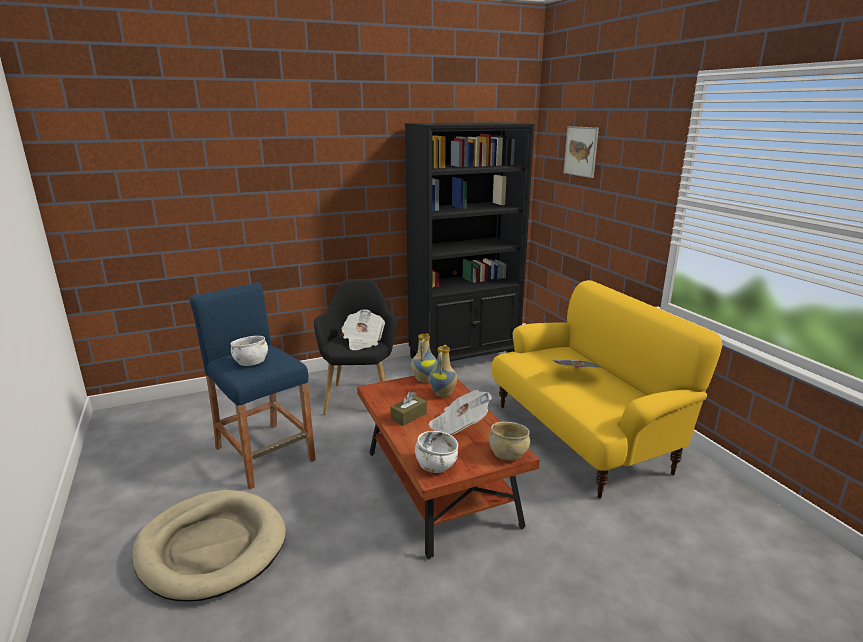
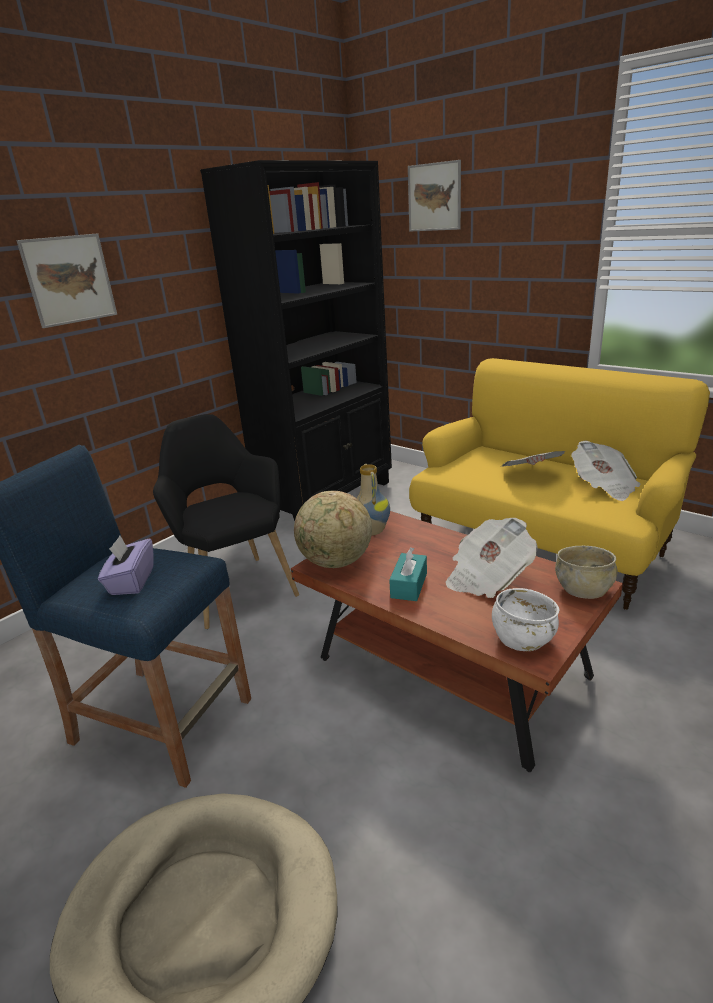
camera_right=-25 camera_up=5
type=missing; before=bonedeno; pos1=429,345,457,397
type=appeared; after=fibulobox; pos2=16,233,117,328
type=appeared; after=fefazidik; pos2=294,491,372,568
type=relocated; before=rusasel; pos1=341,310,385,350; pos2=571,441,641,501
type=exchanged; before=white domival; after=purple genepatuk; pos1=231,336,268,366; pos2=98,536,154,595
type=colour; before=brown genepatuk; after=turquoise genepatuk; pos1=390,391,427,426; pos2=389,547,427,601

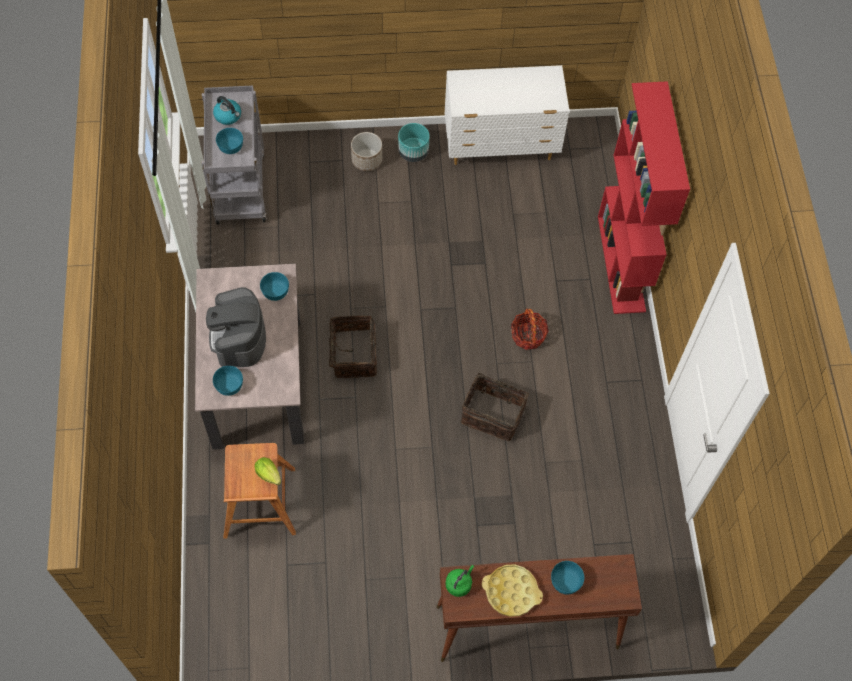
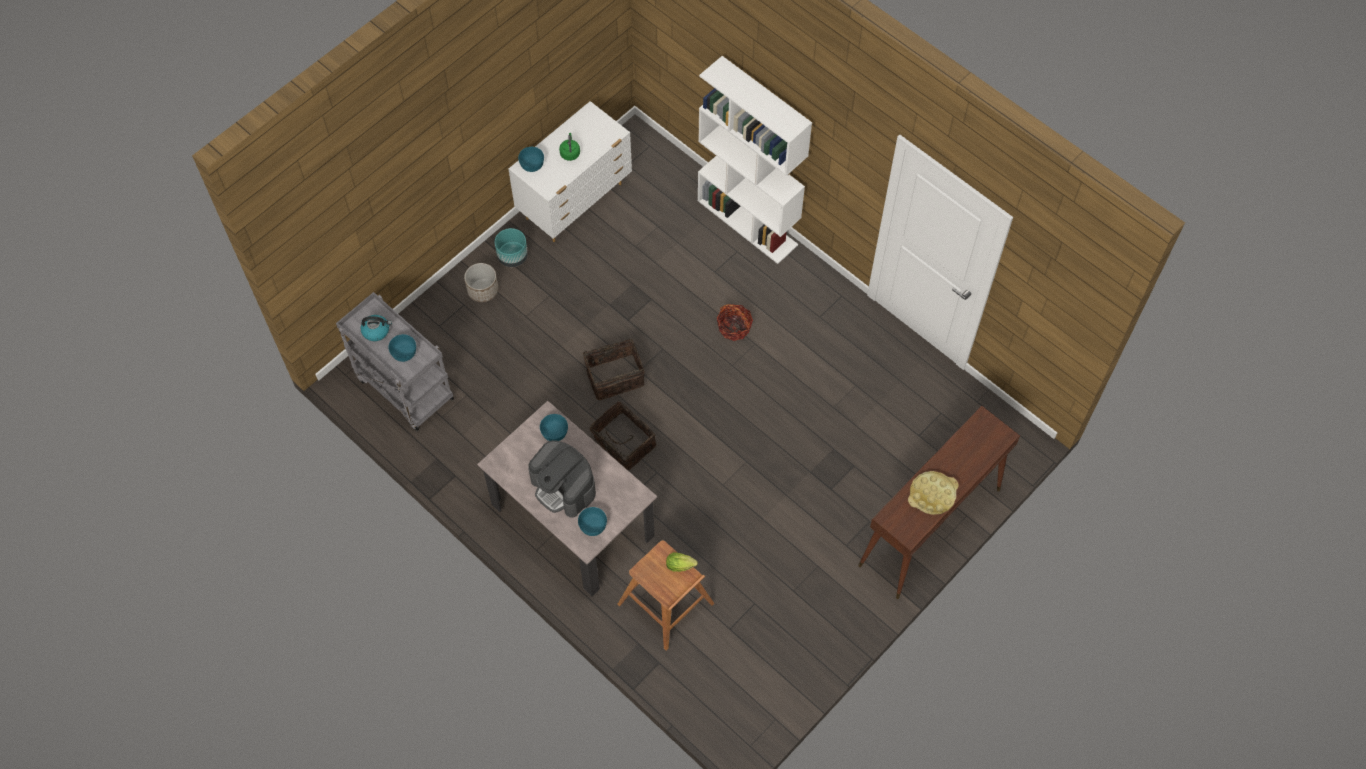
camera_right=-40 camera_up=0
type=relocated; before=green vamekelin; pos1=445,565,474,597; pos2=559,133,580,161
type=relocated; before=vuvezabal; pos1=461,366,529,441; pos2=583,339,645,400
type=relocated; before=turquoise domival; pos1=551,561,584,594; pos2=518,147,544,172
type=colour; before=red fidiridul; after=white fidiridul; pos1=598,81,690,314; pos2=698,56,812,264

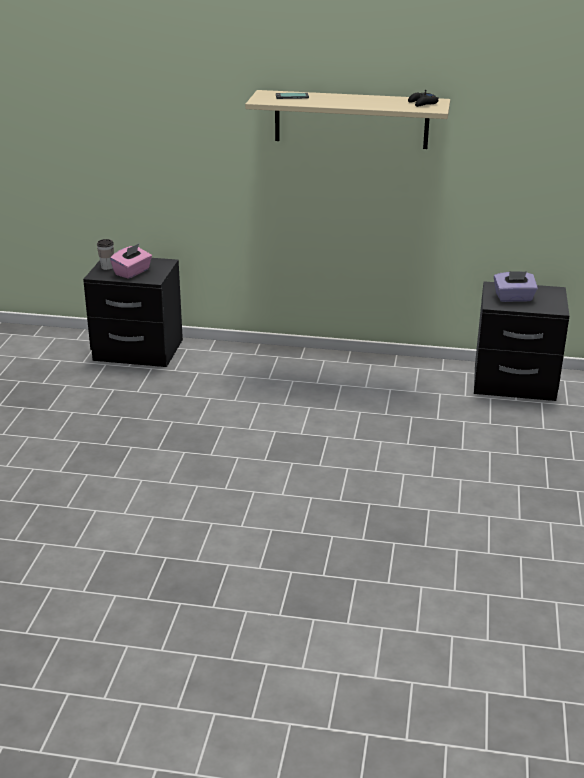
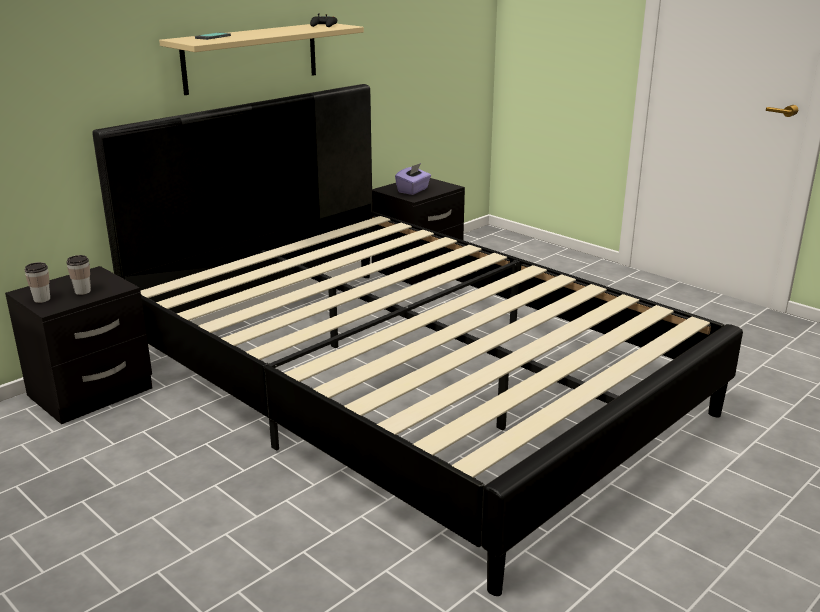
camera_right=-55 camera_up=-5
type=appeared; after=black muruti; pos2=92,84,743,596
type=exchanged; before=pink genepatuk; after=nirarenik; pos1=110,244,152,279; pos2=67,255,91,295

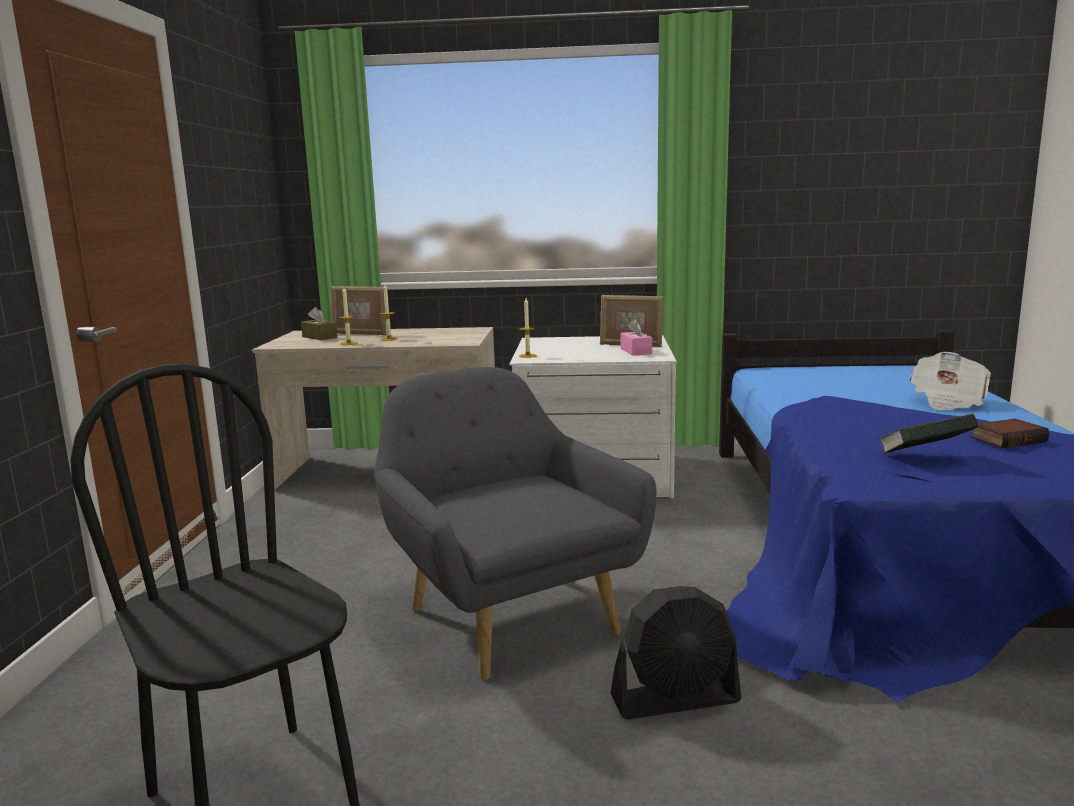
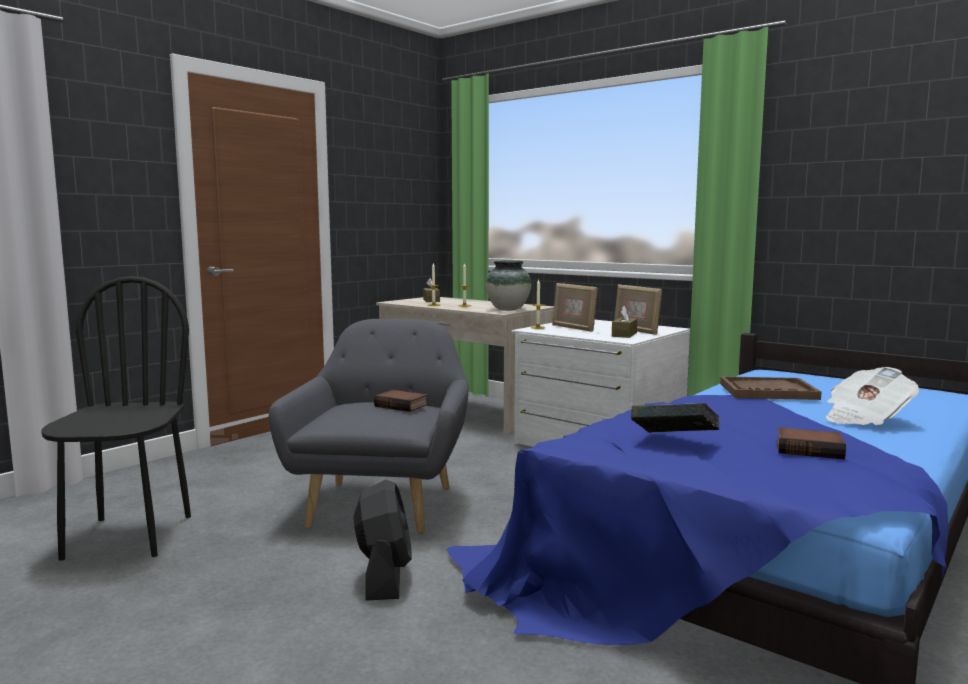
camera_right=35 camera_up=-5
type=appeared; after=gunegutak; pos2=374,390,427,412
type=appeared; after=bonedeno; pos2=485,261,531,311
type=appeared; after=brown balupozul; pos2=720,376,821,400
type=relocated; before=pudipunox; pos1=331,286,387,335; pos2=552,283,598,332
type=colour; before=pink genepatuk; after=brown genepatuk; pos1=620,319,652,356; pos2=612,306,637,338
type=spun; before=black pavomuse; pos1=611,586,741,719; pos2=353,480,412,601; turn=-120

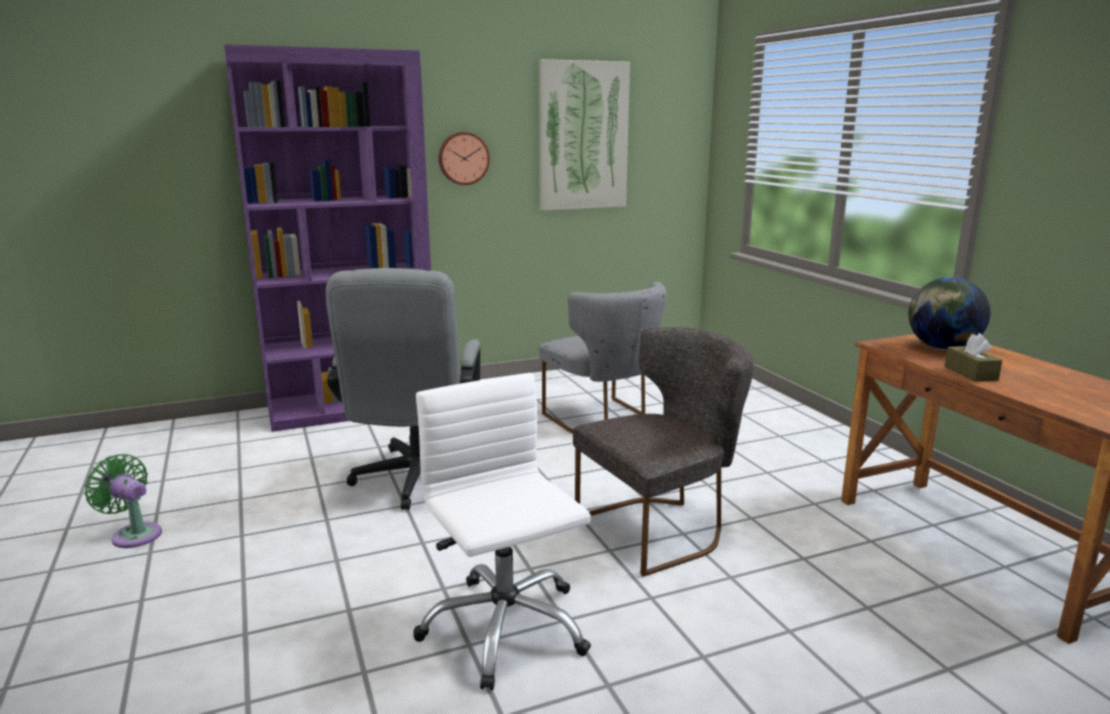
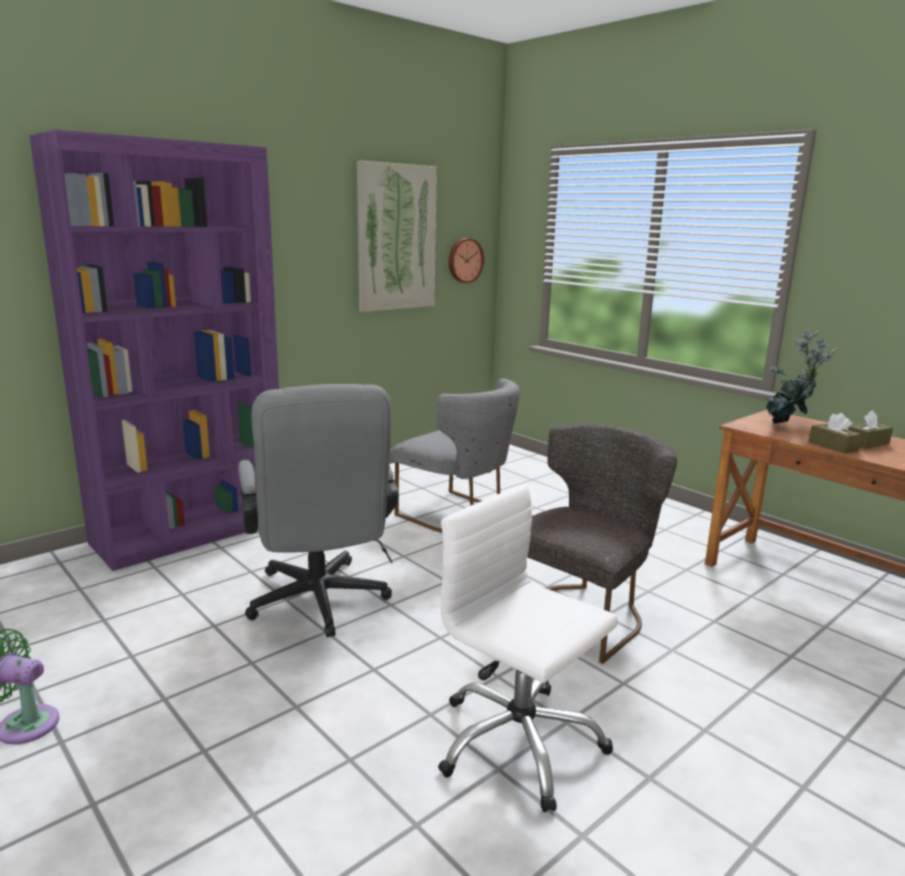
camera_right=-20 camera_up=0
type=appeared; after=brown genepatuk; pos2=848,410,893,449
type=relocated; before=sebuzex; pos1=438,132,490,185; pos2=449,238,484,283
type=exchanged; before=fefazidik; after=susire; pos1=908,277,990,350; pos2=766,327,837,424

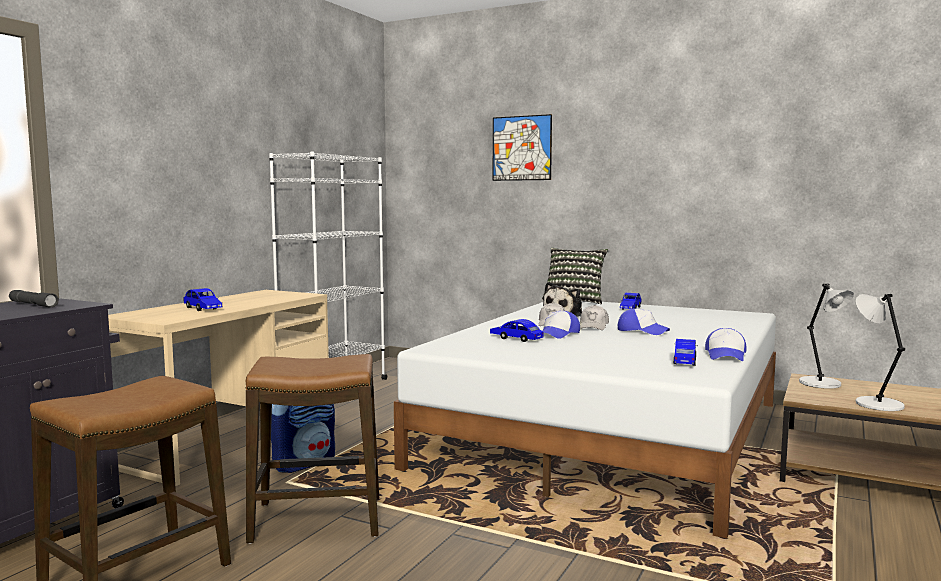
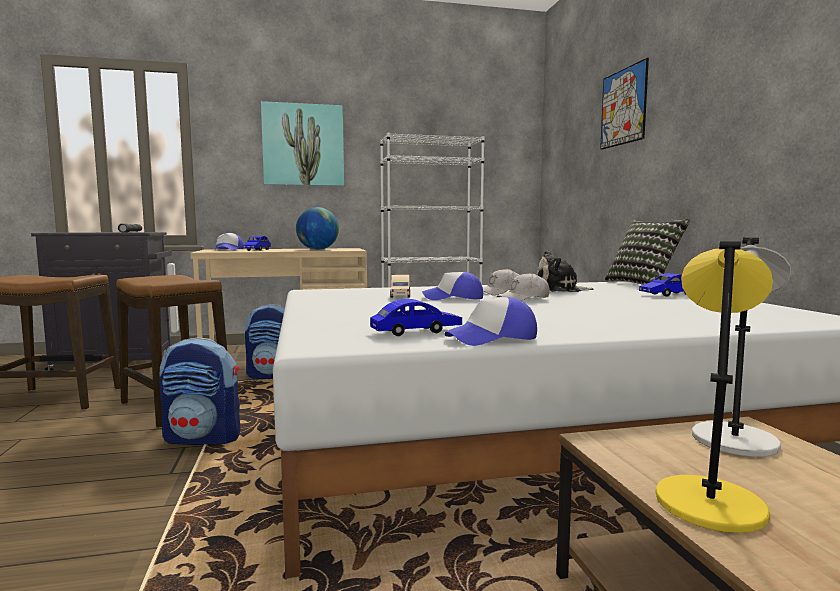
camera_right=50 camera_up=0
type=appeared; after=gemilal; pos2=159,337,240,445
type=appeared; after=fibulobox; pos2=261,101,344,186
type=appeared; after=fefazidik; pos2=296,207,339,250
type=relocated; before=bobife; pos1=618,309,670,335; pos2=216,233,244,250
type=colour; before=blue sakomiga; after=beige sakomiga; pos1=490,319,543,342; pos2=390,275,411,298
type=colour; before=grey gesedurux; after=yellow gesedurux; pos1=856,294,905,411; pos2=656,241,773,533

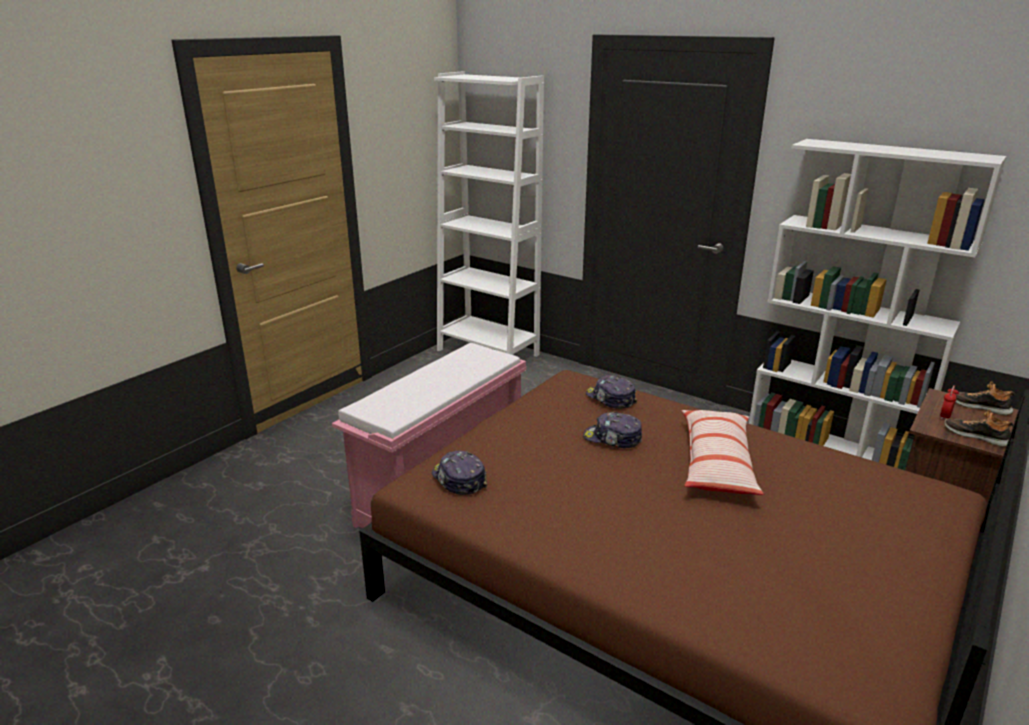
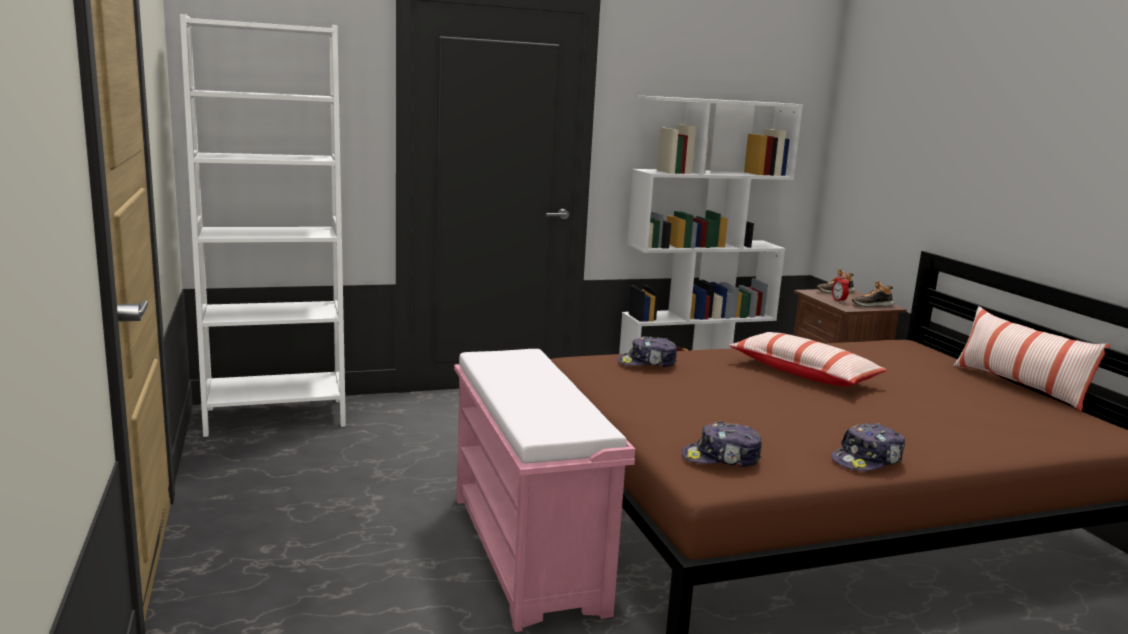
camera_right=-55 camera_up=-10
type=appeared; after=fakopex; pos2=953,306,1110,412
type=relocated; before=bobife; pos1=583,412,642,448; pos2=831,423,905,471

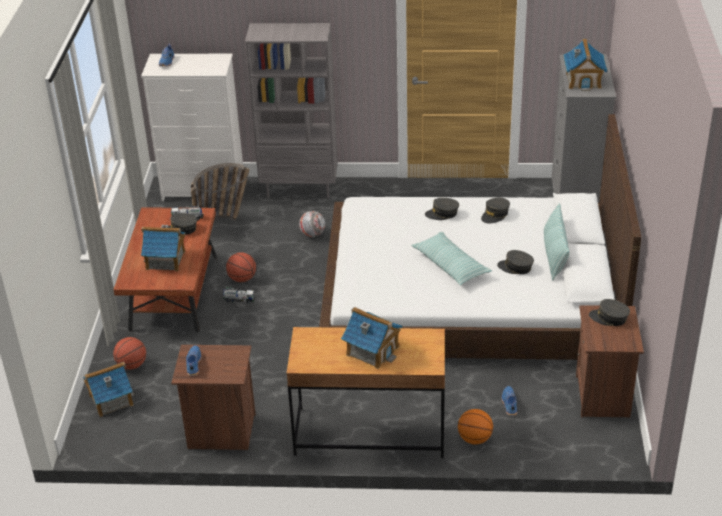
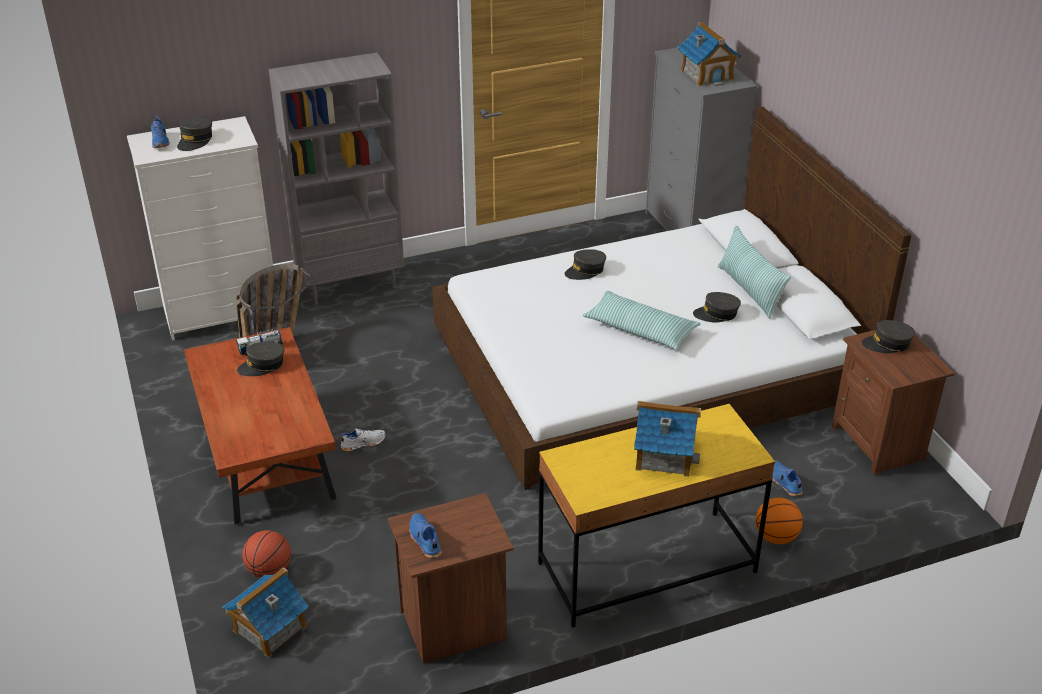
camera_right=-25 camera_up=0
type=missing; before=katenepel; pos1=141,225,185,271
type=missing; before=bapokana; pos1=226,252,256,282
type=missing; before=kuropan; pos1=299,211,325,237
type=relocated; before=grey bobife; pos1=481,198,510,223; pos2=177,117,212,151
type=exchanged; before=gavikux; after=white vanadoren; pos1=223,288,255,303; pos2=341,429,385,451
type=colour; before=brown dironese; after=yellow dironese; pos1=286,327,445,458; pos2=538,404,775,628

